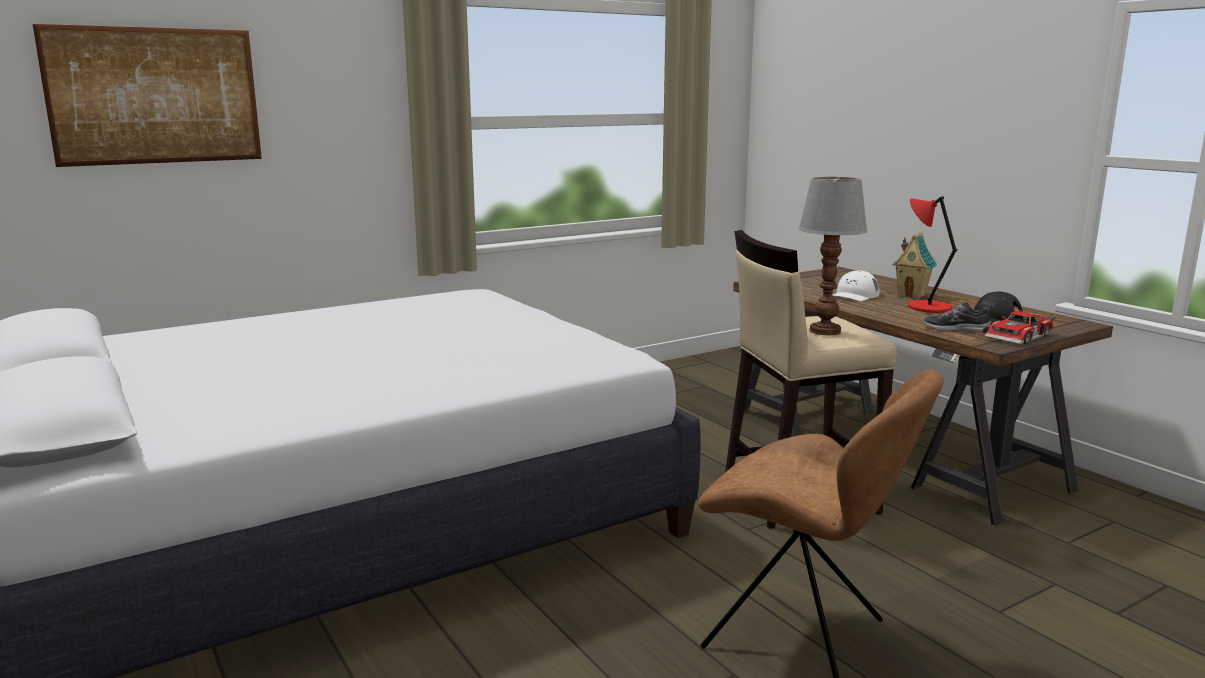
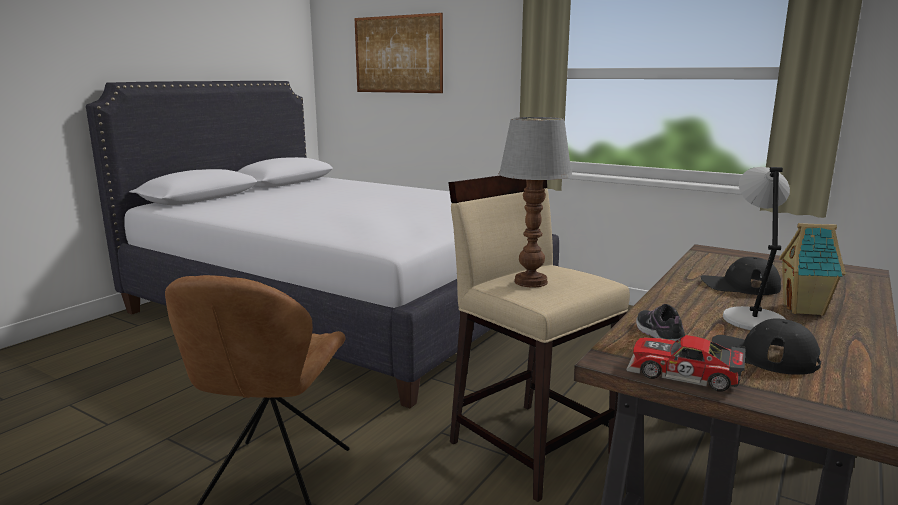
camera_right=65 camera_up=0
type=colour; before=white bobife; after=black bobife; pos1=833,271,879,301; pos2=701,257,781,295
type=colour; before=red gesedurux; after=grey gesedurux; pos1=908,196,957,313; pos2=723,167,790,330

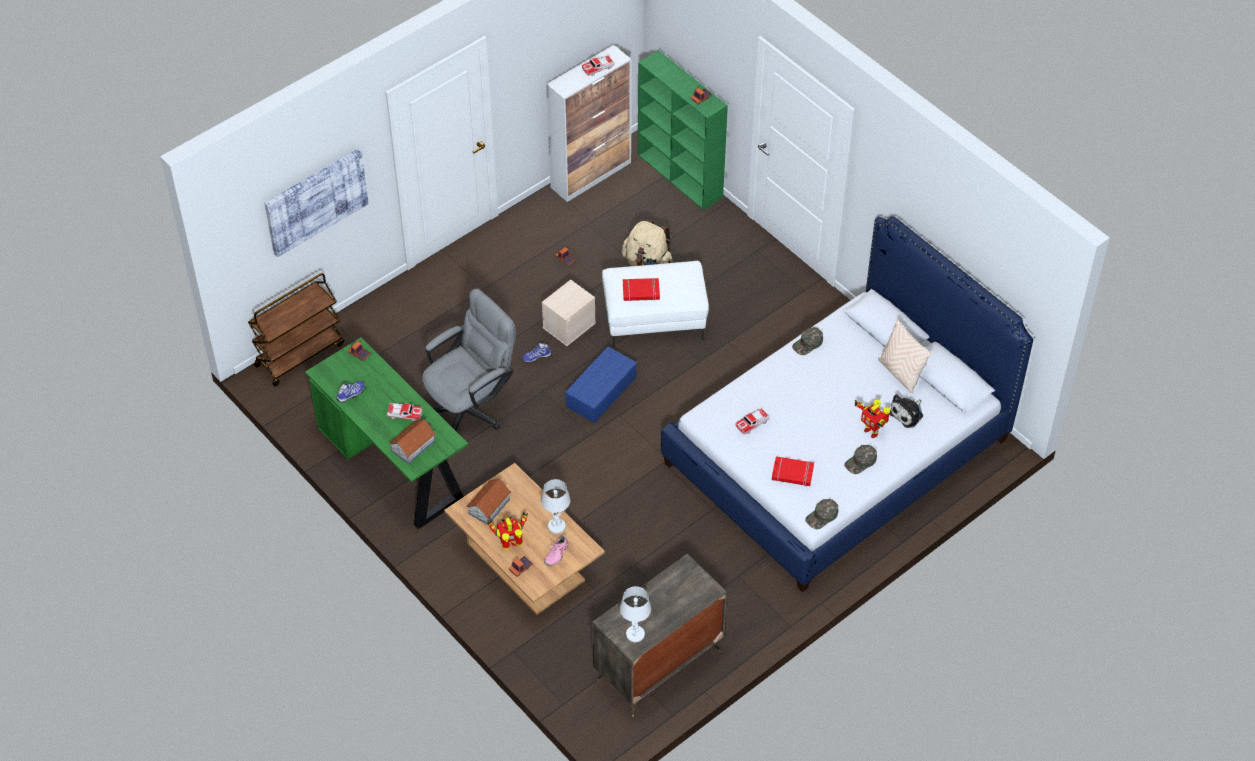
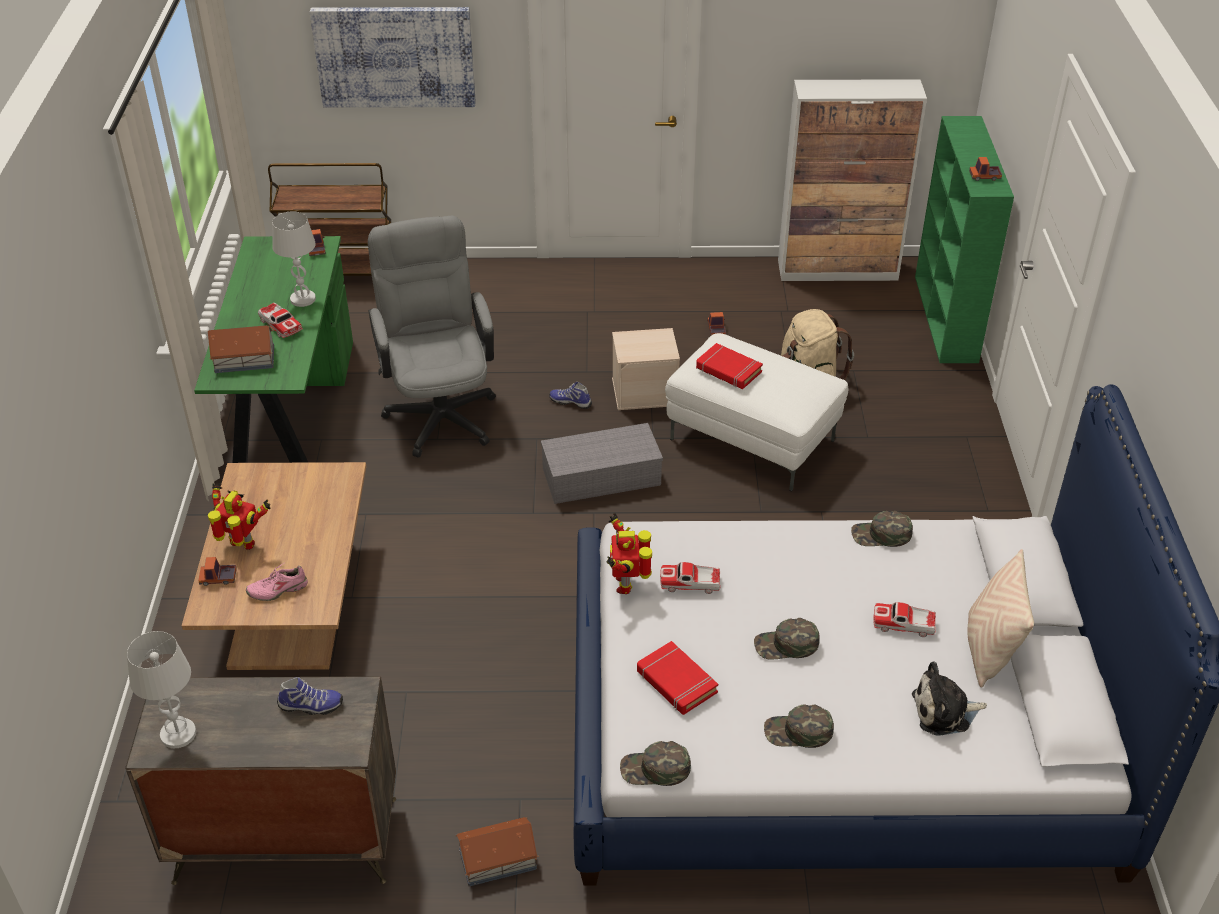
camera_right=40 camera_up=-10
type=appeared; after=green bobife; pos2=754,618,820,660
type=relocated; before=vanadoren; pos1=337,381,365,403; pos2=277,677,343,715
type=relocated; before=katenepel; pos1=466,478,511,525; pos2=456,817,539,887
type=relocated; before=white gesedurux; pos1=541,479,570,534; pos2=272,211,316,307
type=relocated; before=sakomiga; pos1=582,55,614,76; pos2=873,602,936,637
type=relocated; before=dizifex; pos1=855,399,890,438; pos2=606,513,652,594
type=colour; before=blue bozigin; after=grey bozigin; pos1=565,347,637,423; pos2=541,423,663,504
type=spun; before=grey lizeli; pos1=422,289,516,431; pos2=368,216,496,458; turn=-105

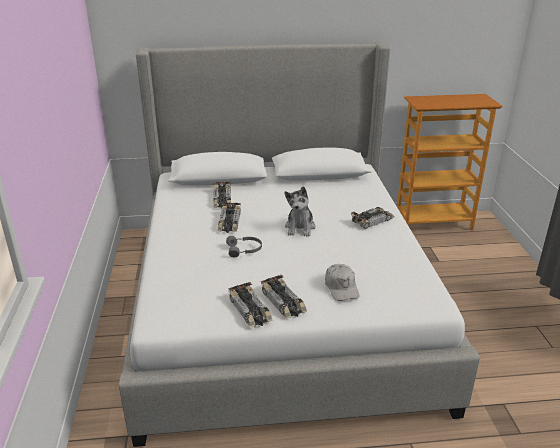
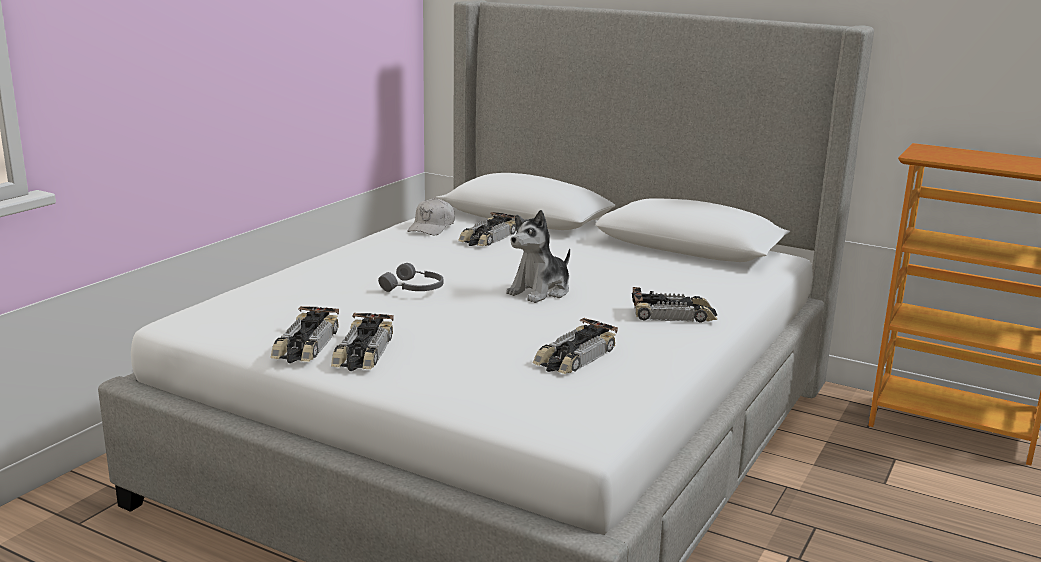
camera_right=35 camera_up=-10
type=relocated; before=sakomiga; pos1=218,203,241,233; pos2=532,318,618,374
type=relocated; before=white bobife; pos1=325,264,359,301; pos2=407,198,455,236

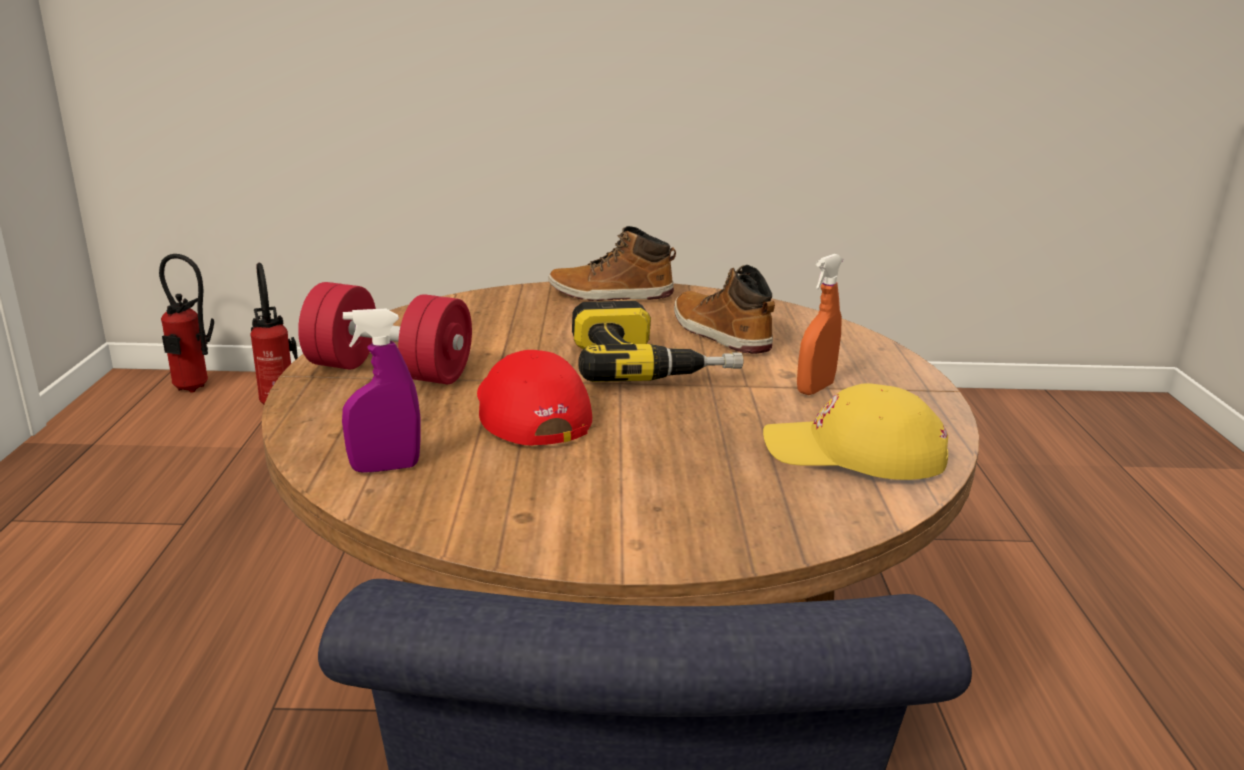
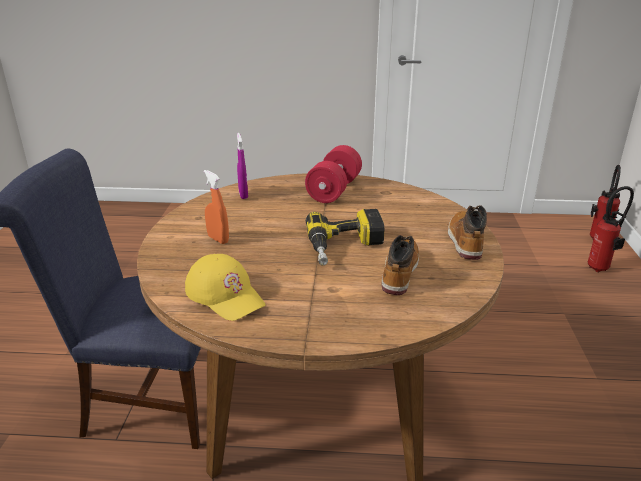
camera_right=95 camera_up=5
type=missing; before=red bobife; pos1=477,350,592,445
type=relocated; before=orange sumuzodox; pos1=797,254,843,395; pos2=204,170,229,244
type=spun; before=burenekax; pos1=674,265,775,354; pos2=381,235,419,295; turn=-45
type=spun; before=yellow bobife; pos1=763,383,948,480; pos2=185,254,265,321; turn=120

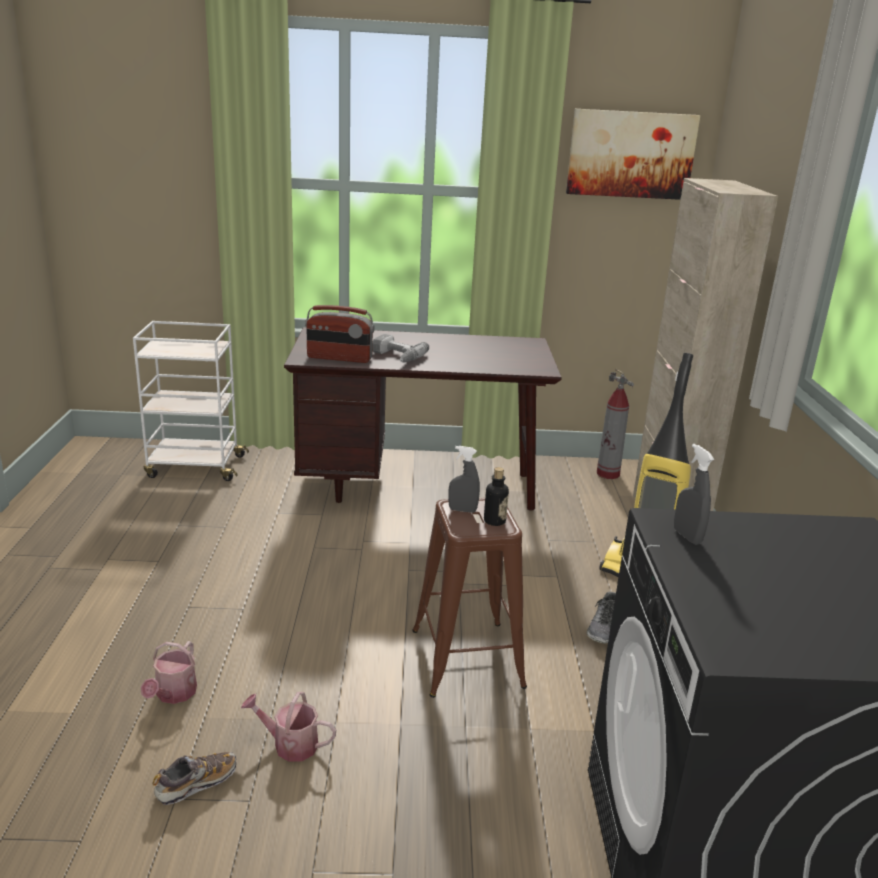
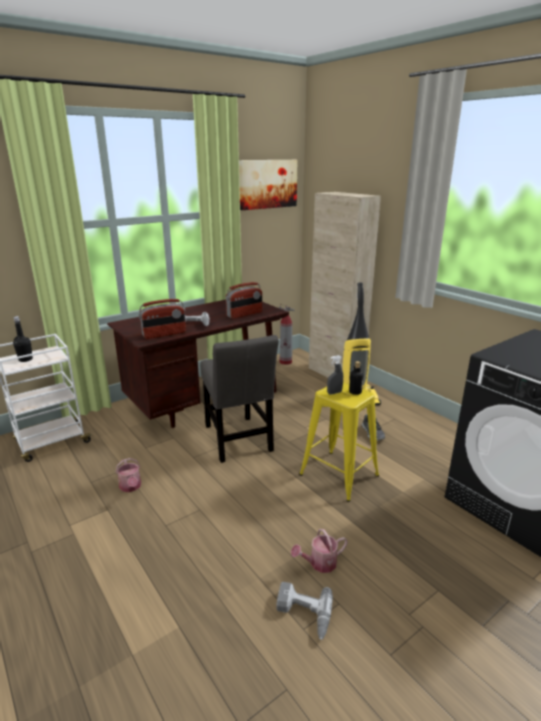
camera_right=-35 camera_up=0
type=missing; before=grey sumuzodox; pos1=674,444,714,545
type=appeared; after=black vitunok; pos2=13,316,33,362
type=appeared; after=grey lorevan; pos2=200,335,279,463
type=appeared; after=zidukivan; pos2=226,282,262,319
type=relocated; before=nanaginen; pos1=141,641,197,704; pos2=116,458,141,492
type=exchanged; before=vanadoren; after=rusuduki; pos1=152,752,236,805; pos2=276,582,333,640
type=colour; before=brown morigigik; after=yellow morigigik; pos1=412,498,527,698; pos2=299,382,379,502

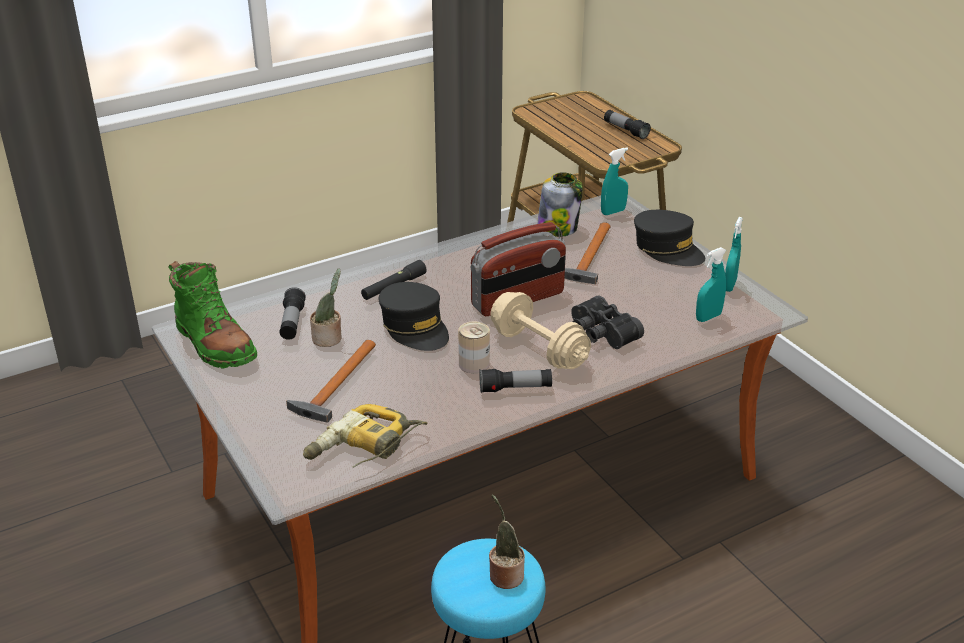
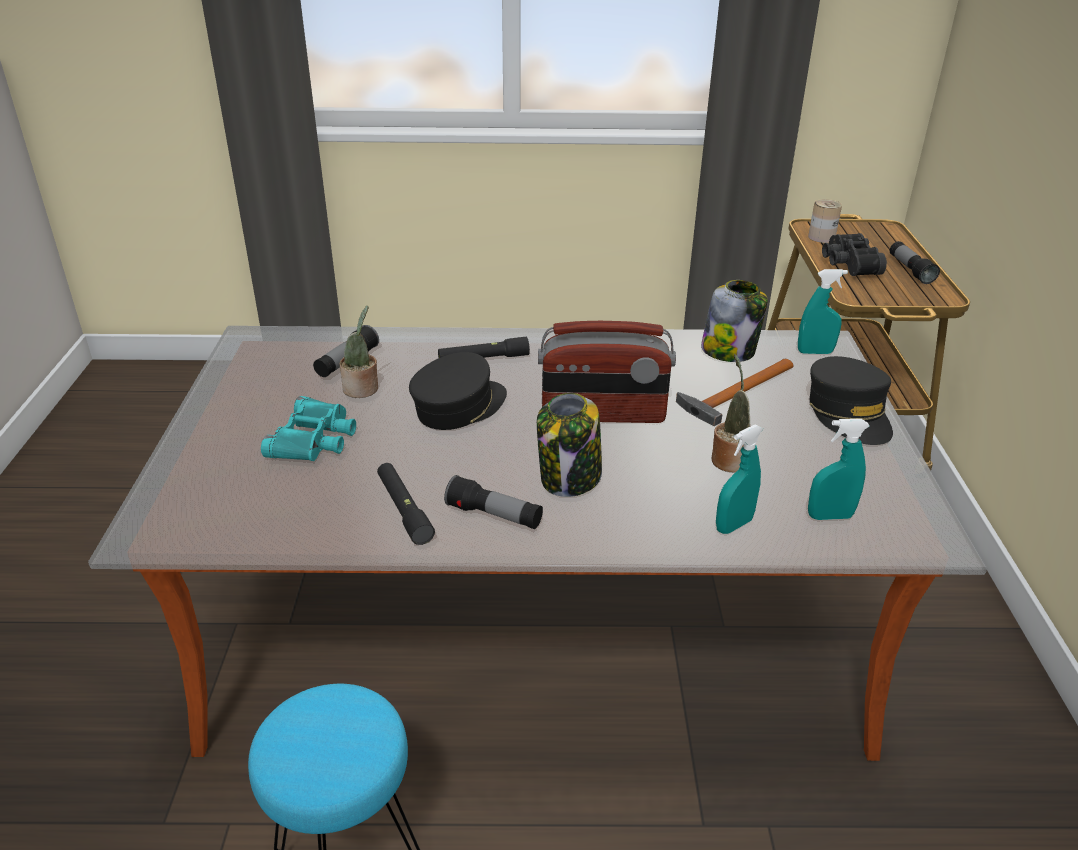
camera_right=30 camera_up=0
type=missing; before=green burenekax; pos1=168,261,257,369
type=missing; before=rusuduki; pos1=303,404,428,468
type=appeared; after=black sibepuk; pos2=377,463,435,545
type=relocated; before=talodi; pos1=458,321,490,373; pos2=808,199,842,243
type=relocated; before=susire; pos1=489,495,525,589; pos2=711,354,750,473
type=relocated; before=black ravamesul; pos1=571,295,644,349; pos2=822,233,887,276
type=relocated; before=turquoise sumuzodox; pos1=725,217,743,292; pos2=716,425,763,534
type=exchanged; before=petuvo; after=turquoise ravamesul; pos1=286,340,376,423; pos2=261,396,356,461
type=exchanged; before=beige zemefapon; after=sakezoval; pos1=490,292,591,369; pos2=537,393,602,497
type=spun; before=black bobife; pos1=379,282,449,351; pos2=409,352,507,430; turn=-135

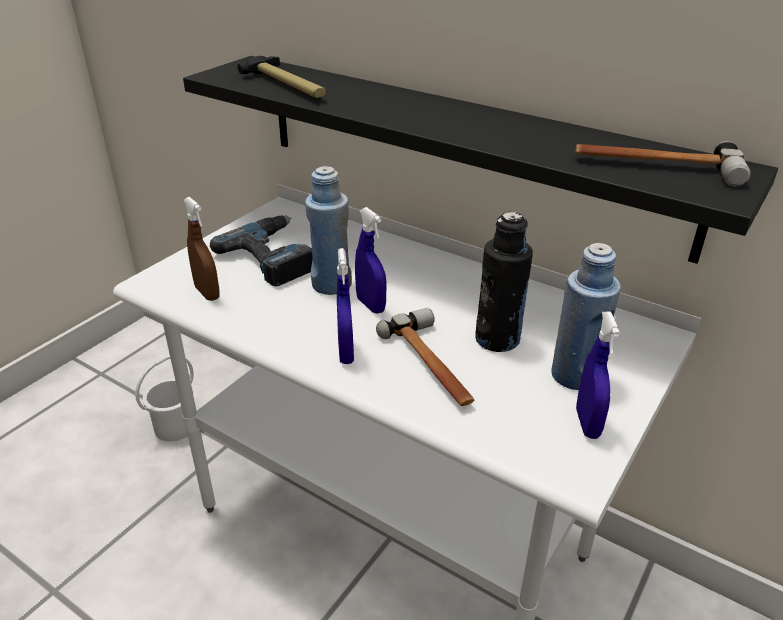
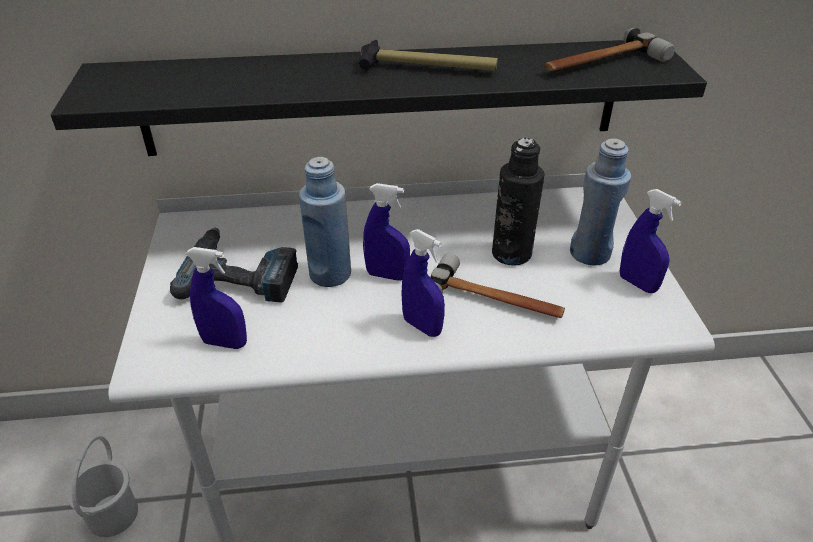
camera_right=-40 camera_up=5
type=relocated; before=petuvo; pos1=237,56,326,98; pos2=359,40,498,71
type=colour; before=brown sumuzodox; after=blue sumuzodox; pos1=184,197,220,301; pos2=186,247,247,349

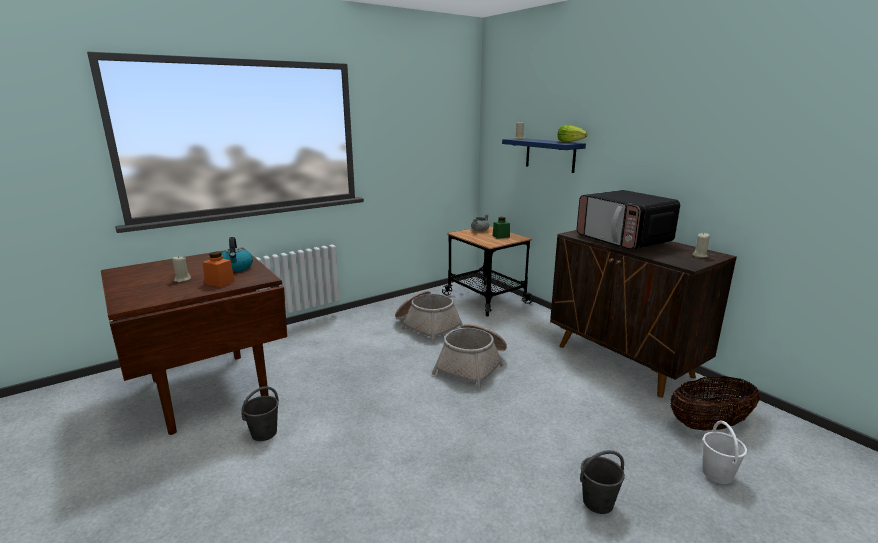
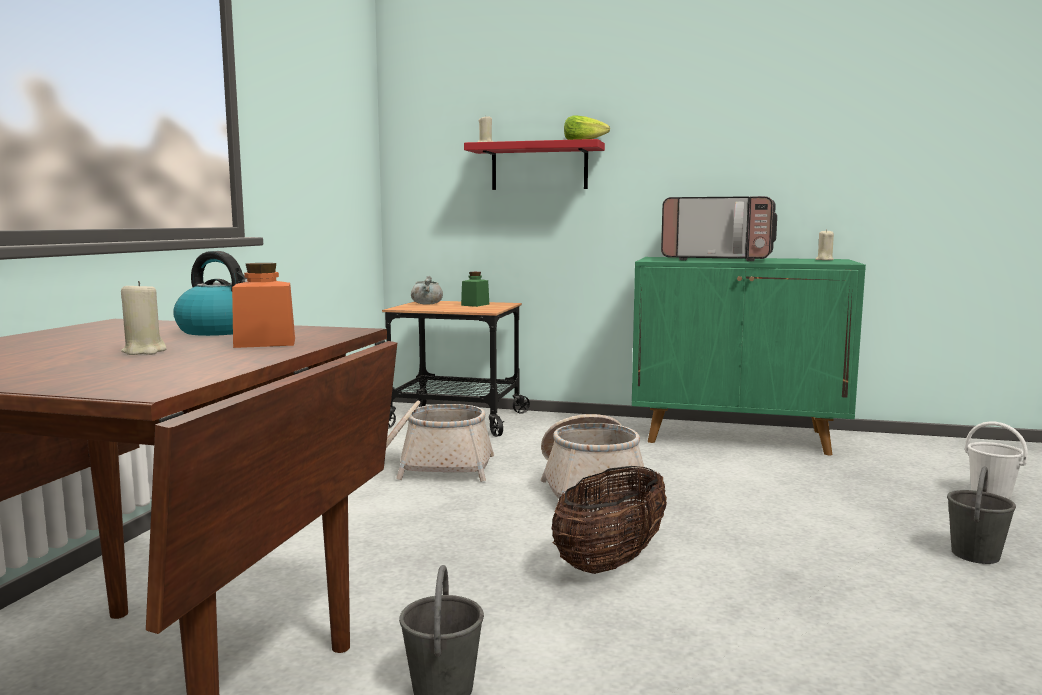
camera_right=-40 camera_up=-10
type=relocated; before=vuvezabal; pos1=670,376,760,431; pos2=552,466,667,574
type=colour; before=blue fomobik; after=red fomobik; pos1=502,139,586,173; pos2=464,139,605,190
type=colour; before=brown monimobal; after=green monimobal; pos1=550,230,737,398; pos2=632,257,866,455

